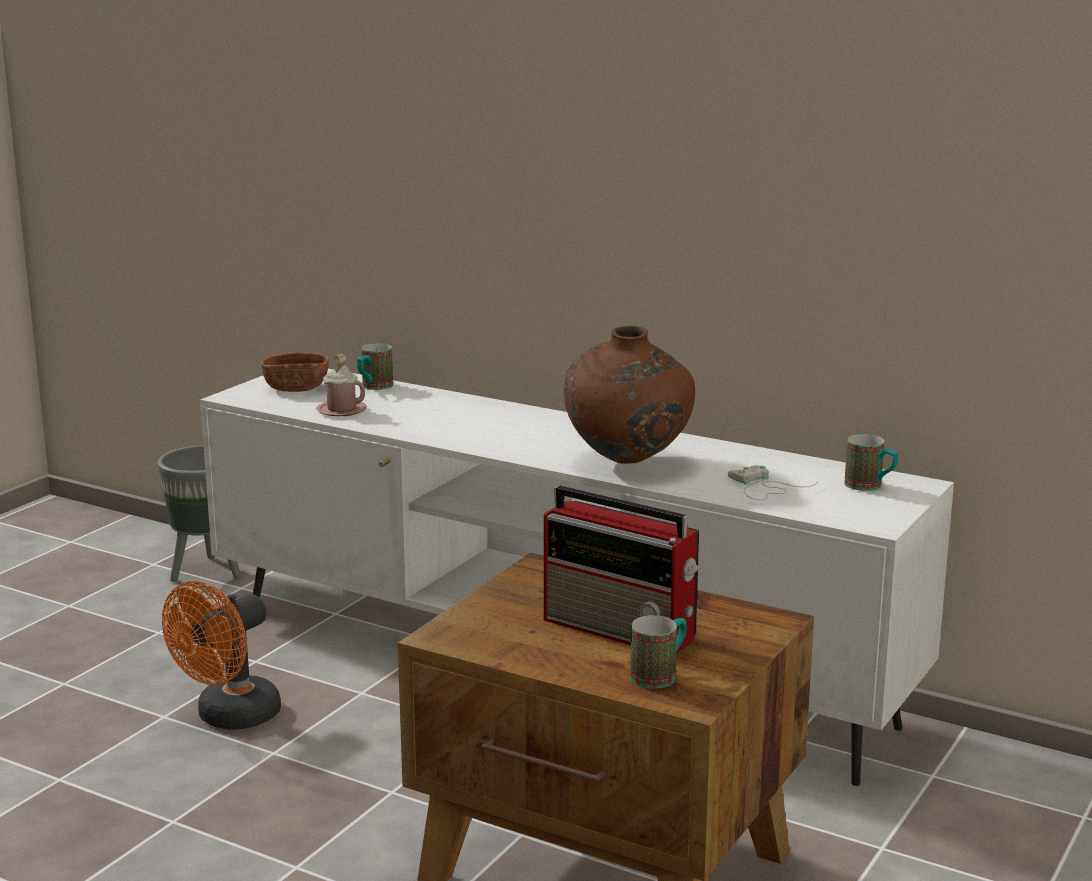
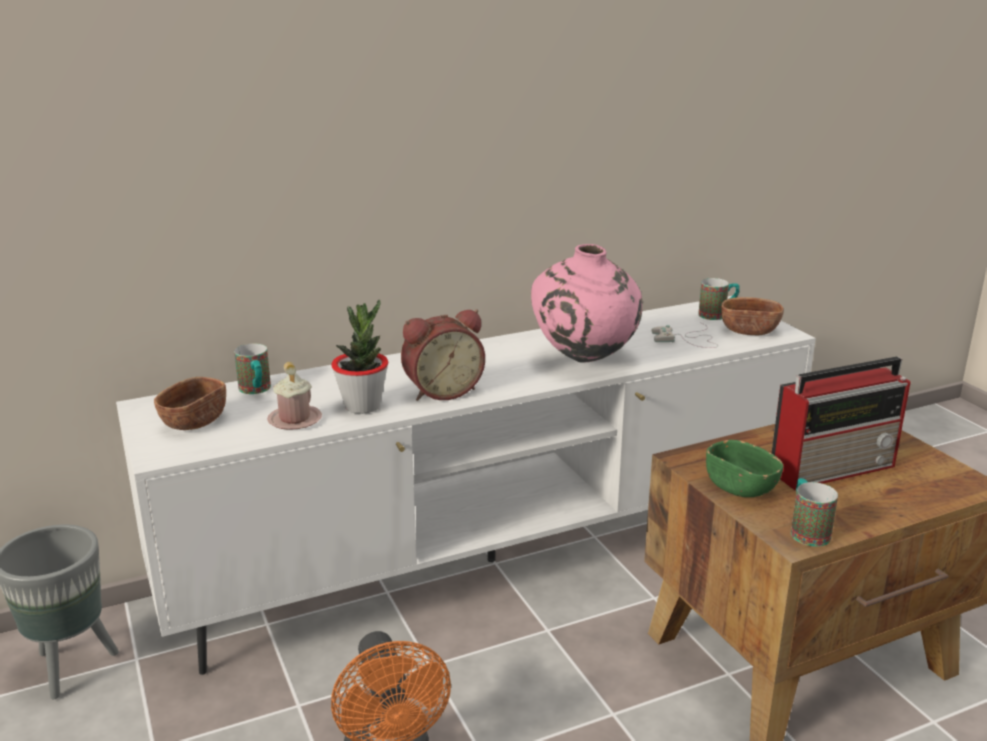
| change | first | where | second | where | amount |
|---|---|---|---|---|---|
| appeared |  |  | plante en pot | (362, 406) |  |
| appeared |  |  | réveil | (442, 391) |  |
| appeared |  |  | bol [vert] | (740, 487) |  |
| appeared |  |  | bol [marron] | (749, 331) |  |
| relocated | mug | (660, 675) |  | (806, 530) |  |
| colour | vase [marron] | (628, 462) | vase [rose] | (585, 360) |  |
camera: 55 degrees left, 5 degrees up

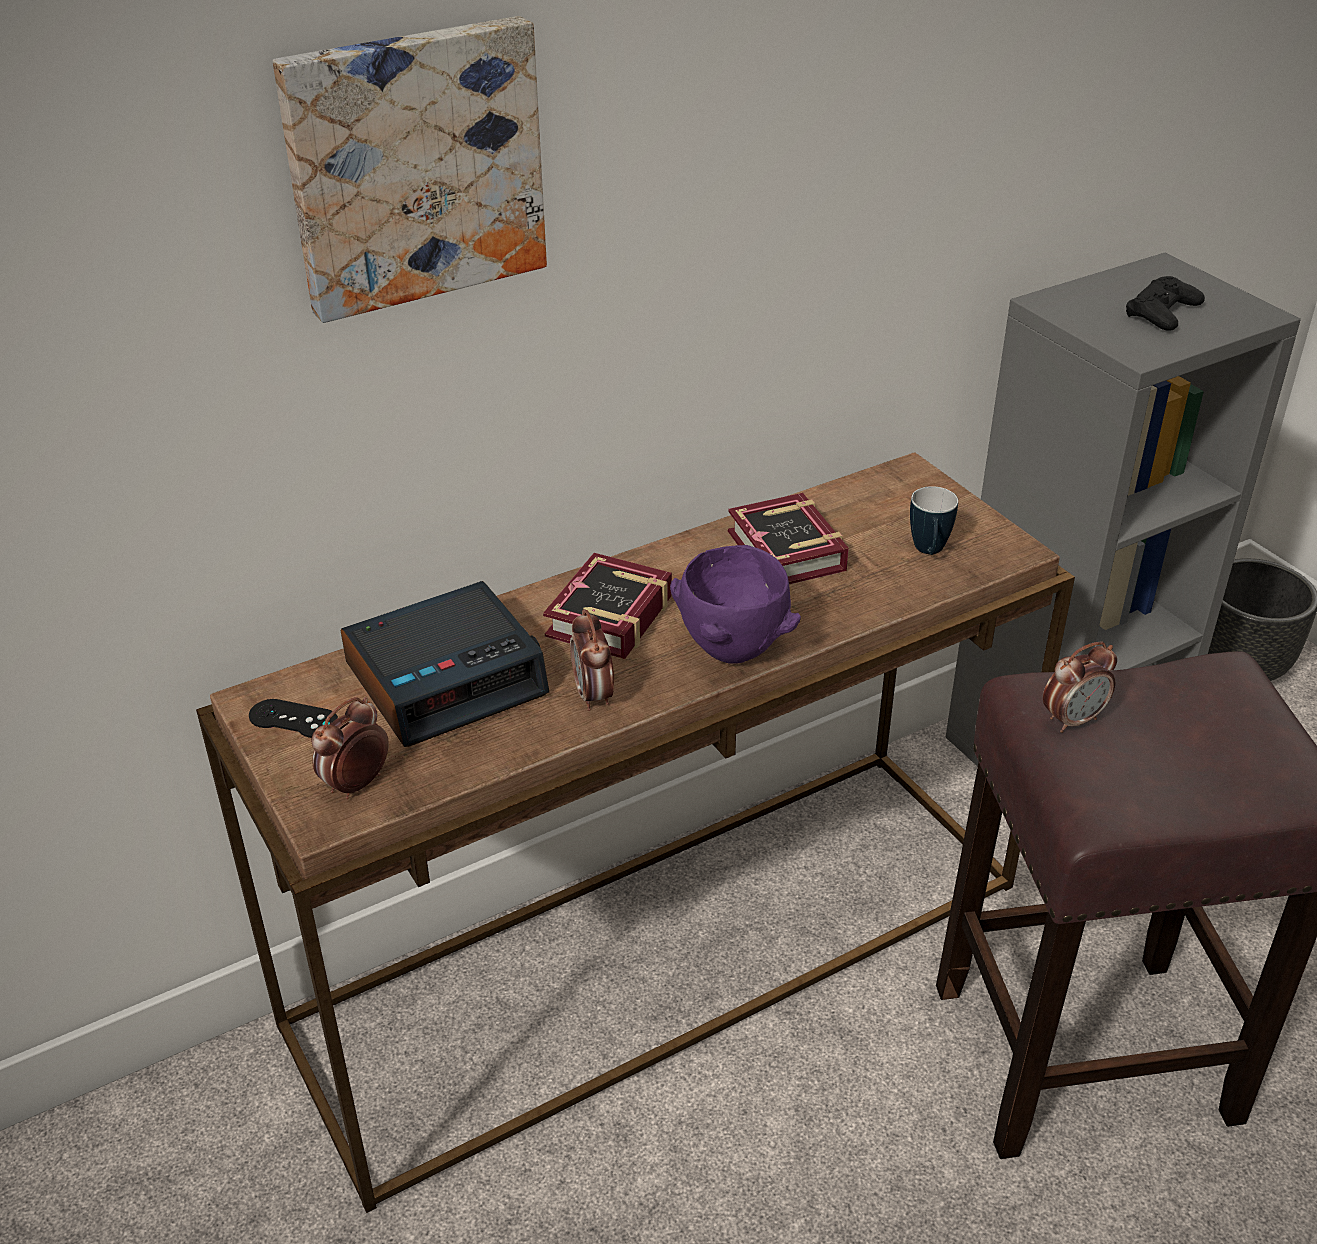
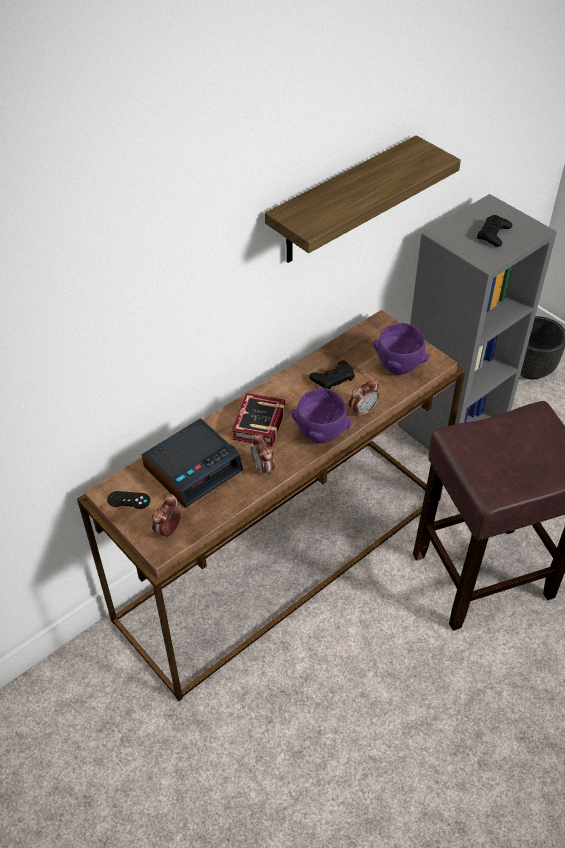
| change | first | where | second | where | amount |
|---|---|---|---|---|---|
| missing | tableau | (413, 166) |  |  |  |
| appeared |  |  | étagère | (342, 202) |  |
| relocated | réveil | (1073, 720) |  | (363, 411) |  |
| exchanged | livre | (785, 555) | manette [noir] | (332, 378) |  |
| exchanged | mug | (929, 553) | bol [violet] | (398, 369) |  |
camera: 10 degrees left, 10 degrees up

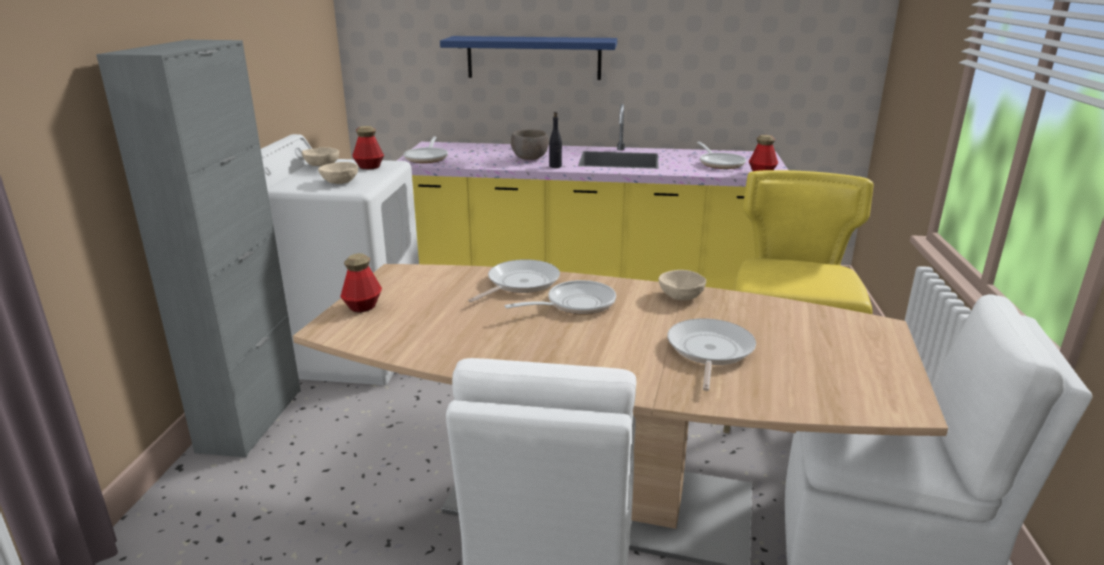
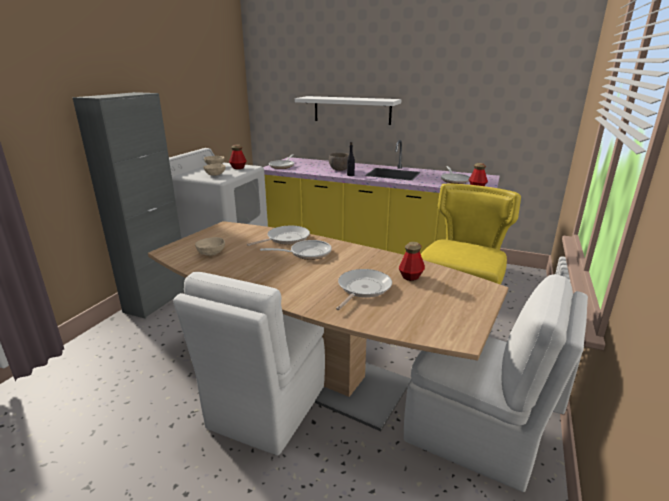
| change | first | where | second | where | amount |
|---|---|---|---|---|---|
| relocated | bouteille | (363, 307) |  | (411, 277) |  |
| relocated | bol [beige] | (681, 296) |  | (211, 253) |  |
| colour | étagère [bleu] | (533, 58) | étagère [blanc] | (352, 110) |  |
camera: 15 degrees right, 0 degrees up

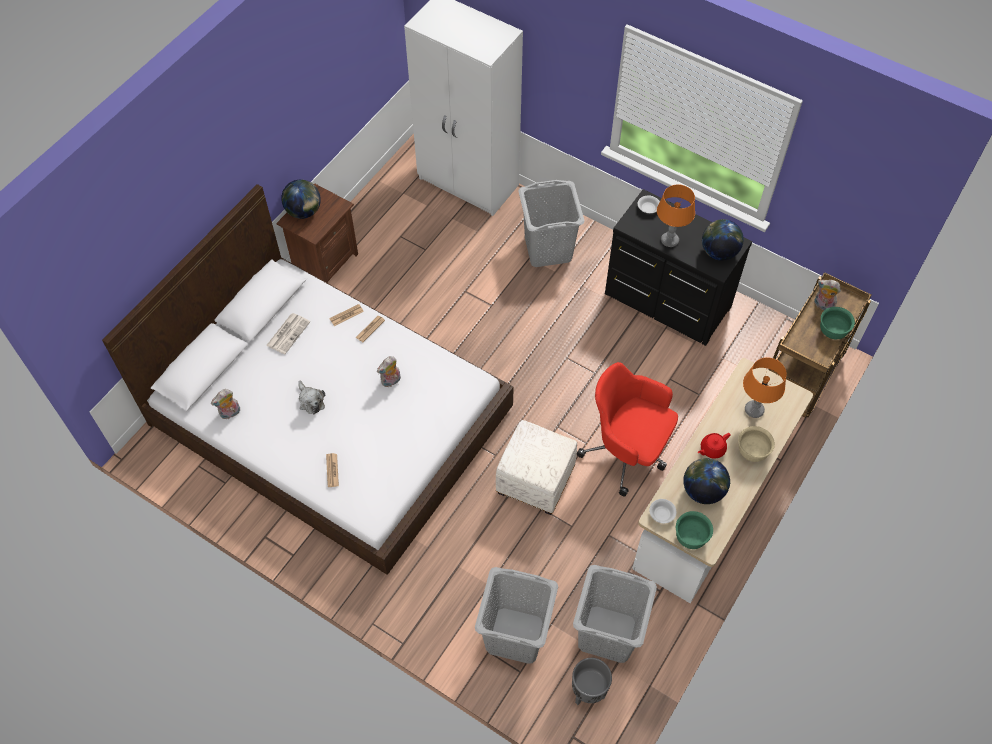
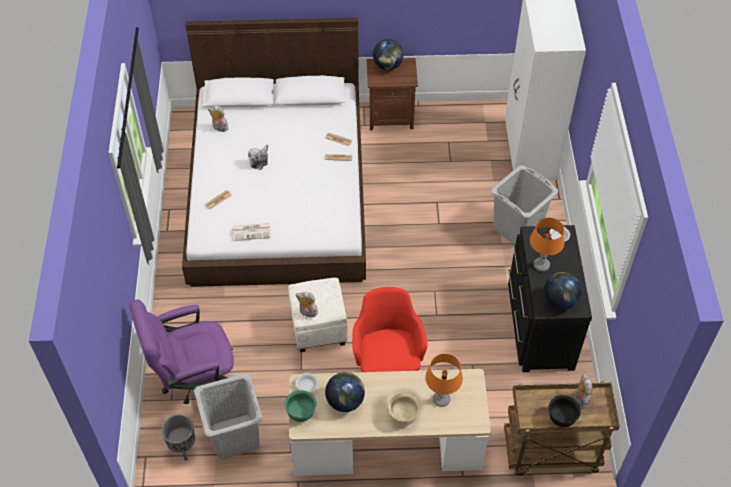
| change | first | where | second | where | amount |
|---|---|---|---|---|---|
| missing | théière [rouge] | (712, 449) |  |  |  |
| relocated | journal | (288, 333) |  | (252, 231) |  |
| relocated | peluche | (391, 381) |  | (307, 313) |  |
| exchanged | panier à linge [gris] | (514, 635) | chaise de bureau [violet] | (195, 381) |  |
| colour | bol [vert] | (832, 331) | bol [noir] | (561, 418) |  |
camera: 55 degrees right, 5 degrees down

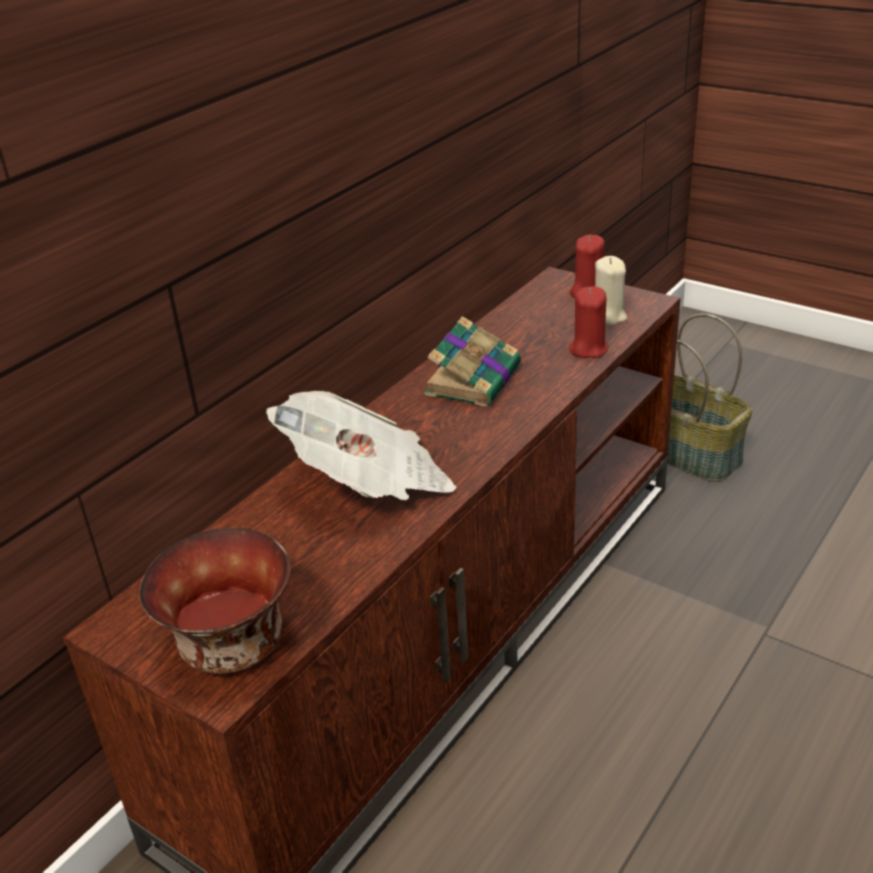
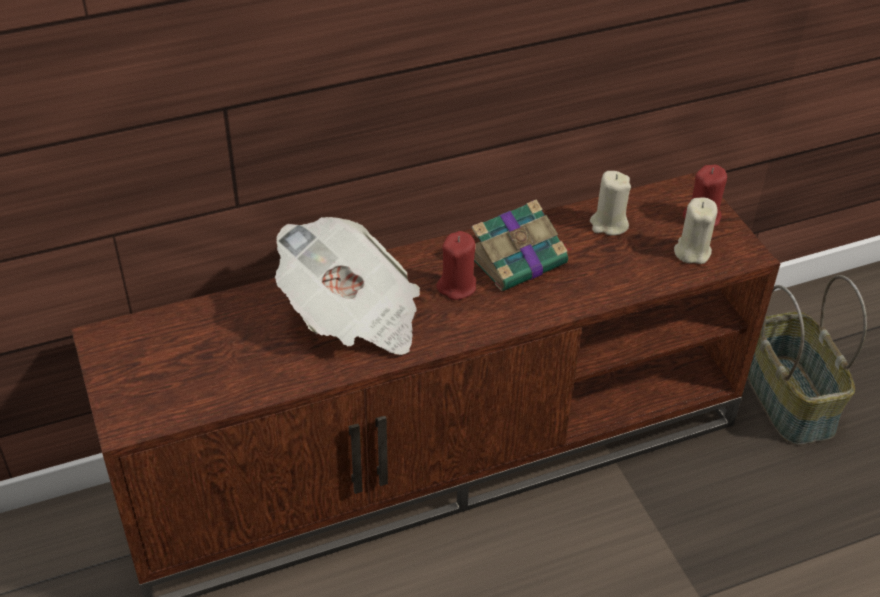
| change | first | where | second | where | amount |
|---|---|---|---|---|---|
| missing | bol | (234, 647) |  |  |  |
| appeared |  |  | bougie [beige] | (608, 224) |  |
| relocated | bougie [rouge] | (588, 349) |  | (457, 286) |  |
camera: 30 degrees right, 10 degrees up

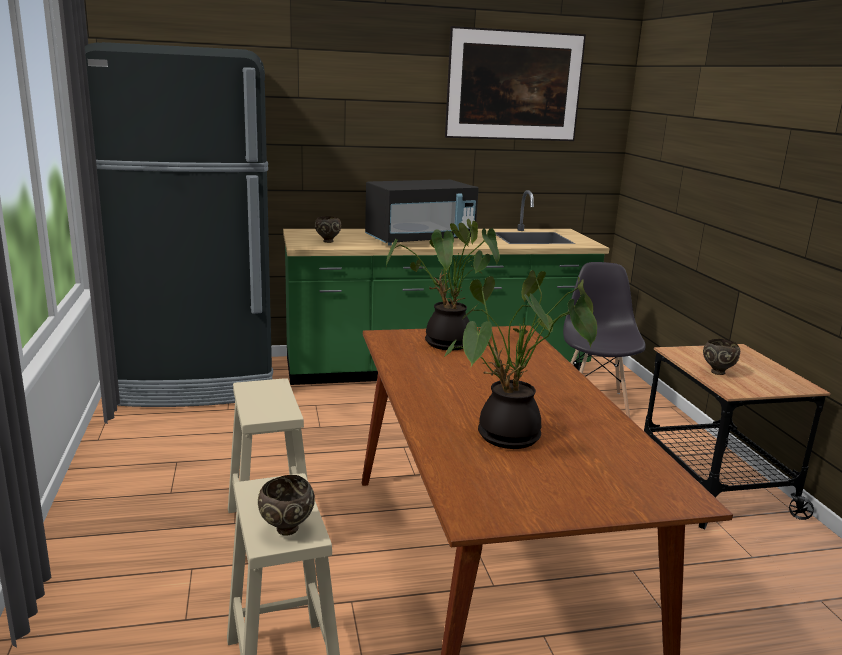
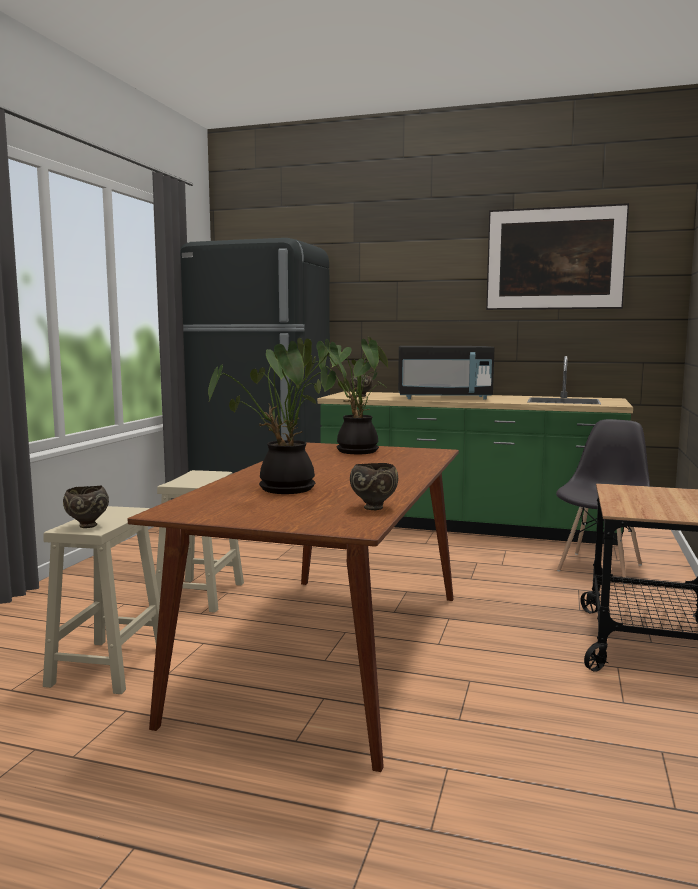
| change | first | where | second | where | amount |
|---|---|---|---|---|---|
| relocated | bol [marron] | (717, 372) |  | (374, 507) |  |
camera: 30 degrees right, 10 degrees down

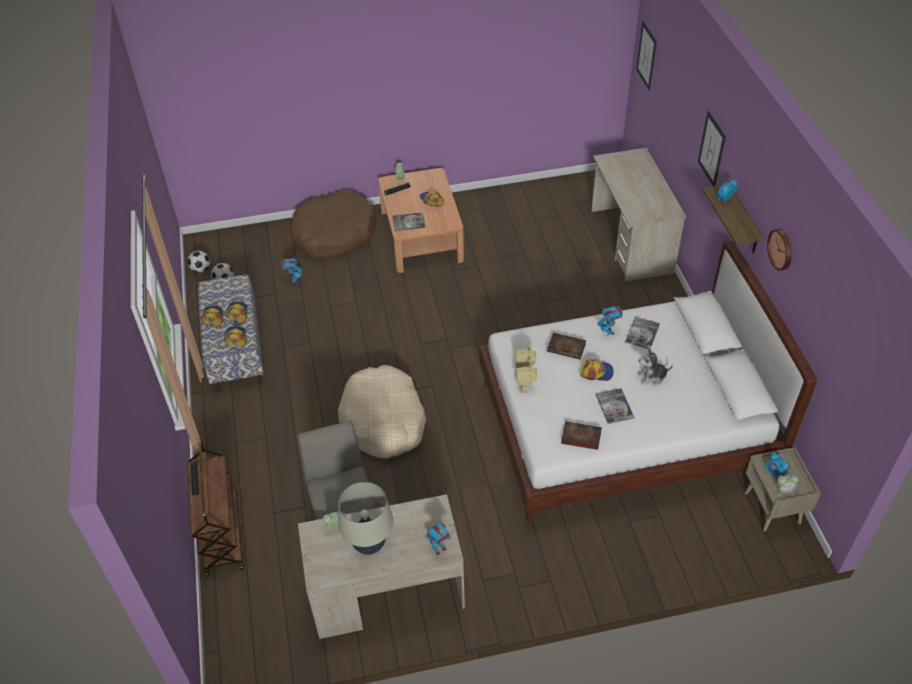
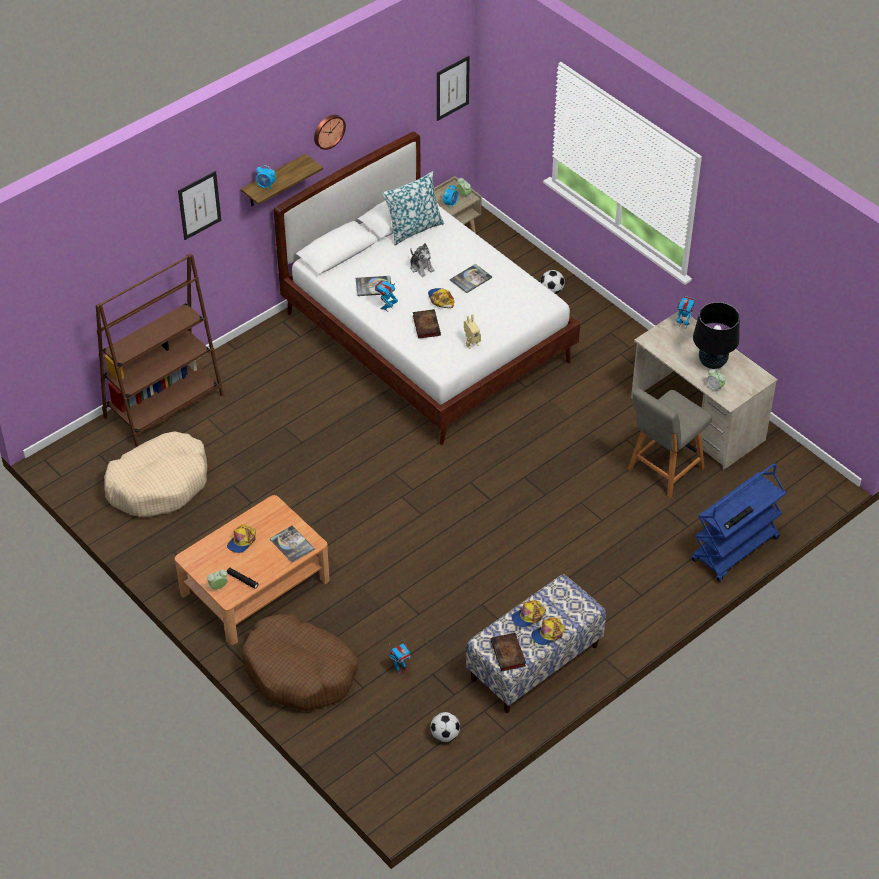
| change | first | where | second | where | amount |
|---|---|---|---|---|---|
| missing | casquette | (236, 338) |  |  |  |
| missing | robot jouet | (526, 388) |  |  |  |
| appeared |  |  | coussin | (413, 228) |  |
| relocated | ballon de foot | (201, 269) |  | (552, 291) |  |
| relocated | panier pour chien [beige] | (383, 421) |  | (159, 484) |  |
| relocated | livre | (580, 437) |  | (508, 654) |  |
| relocated | tableau | (646, 56) |  | (452, 88) |  |
| exchanged | bureau [beige] | (631, 241) | bibliothèque [marron] | (164, 406) |  |
| colour | chariot [marron] | (222, 534) | chariot [bleu] | (735, 550) |  |
| colour | lampe de table [beige] | (369, 544) | lampe de table [noir] | (712, 363) |  |
camera: 120 degrees left, 0 degrees up

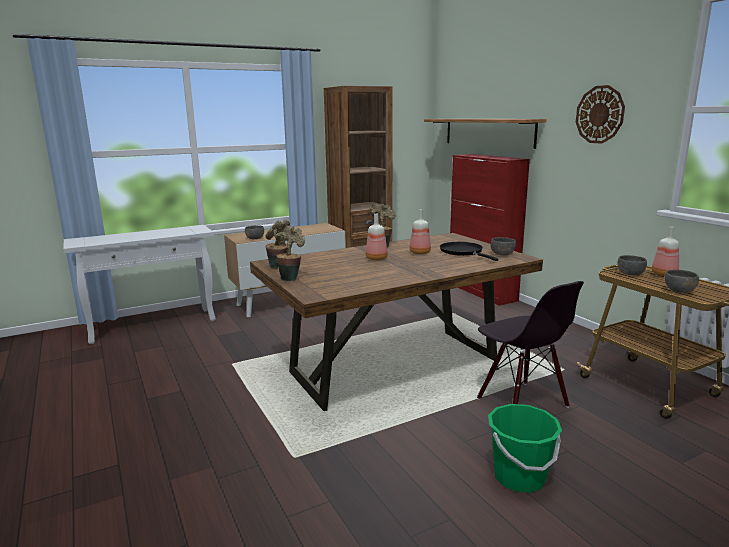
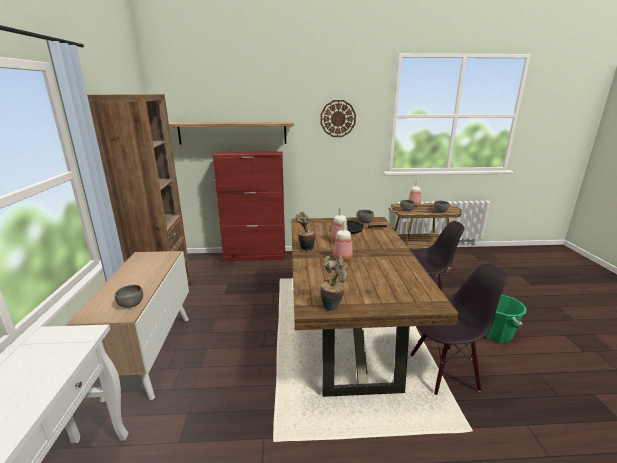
| change | first | where | second | where | amount |
|---|---|---|---|---|---|
| missing | plante en pot | (290, 278) |  |  |  |
| appeared |  |  | chaise [noir] | (443, 371) |  |
camera: 65 degrees left, 5 degrees up

